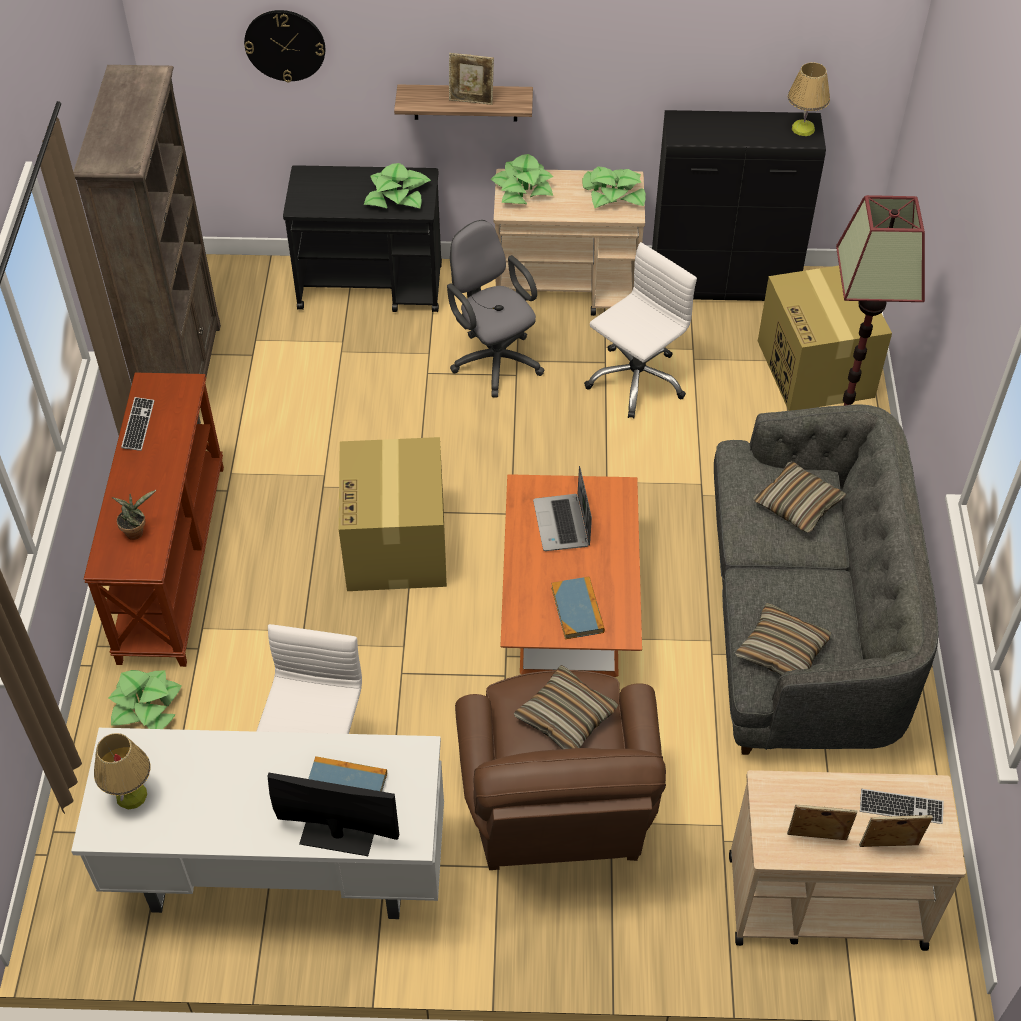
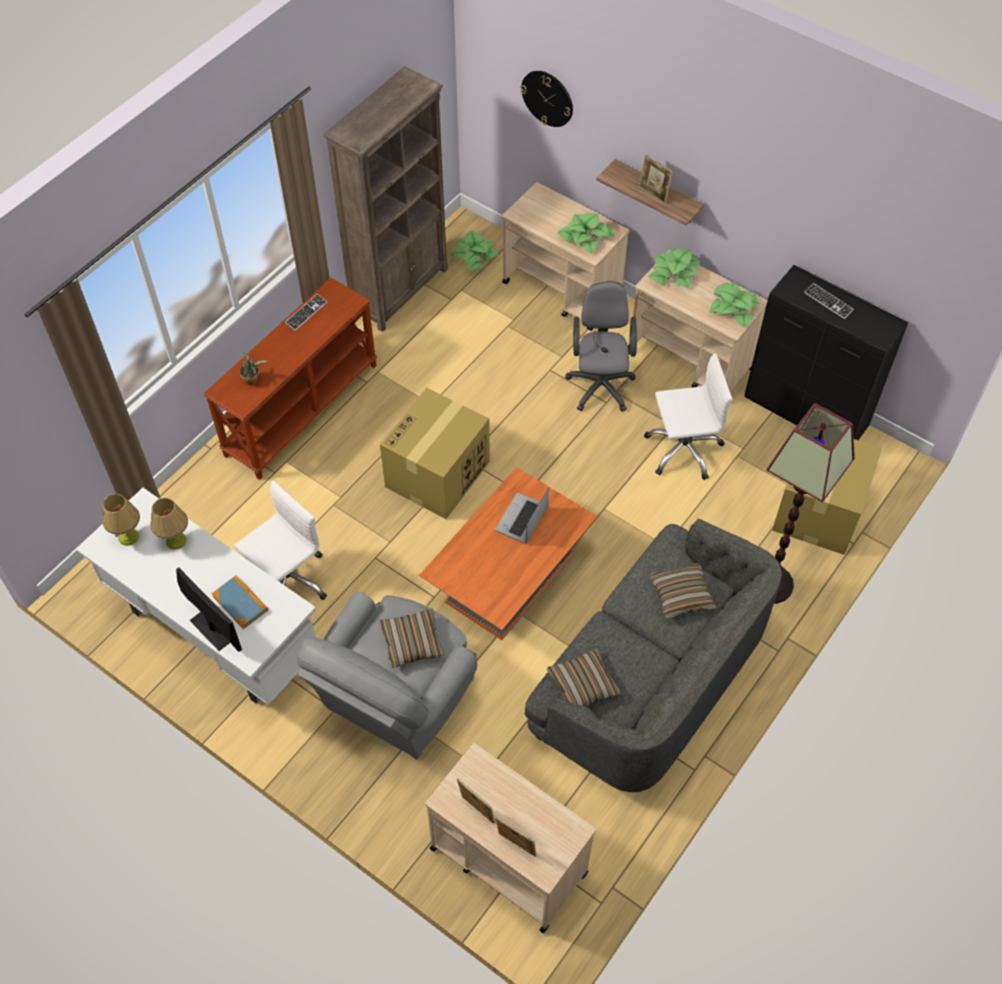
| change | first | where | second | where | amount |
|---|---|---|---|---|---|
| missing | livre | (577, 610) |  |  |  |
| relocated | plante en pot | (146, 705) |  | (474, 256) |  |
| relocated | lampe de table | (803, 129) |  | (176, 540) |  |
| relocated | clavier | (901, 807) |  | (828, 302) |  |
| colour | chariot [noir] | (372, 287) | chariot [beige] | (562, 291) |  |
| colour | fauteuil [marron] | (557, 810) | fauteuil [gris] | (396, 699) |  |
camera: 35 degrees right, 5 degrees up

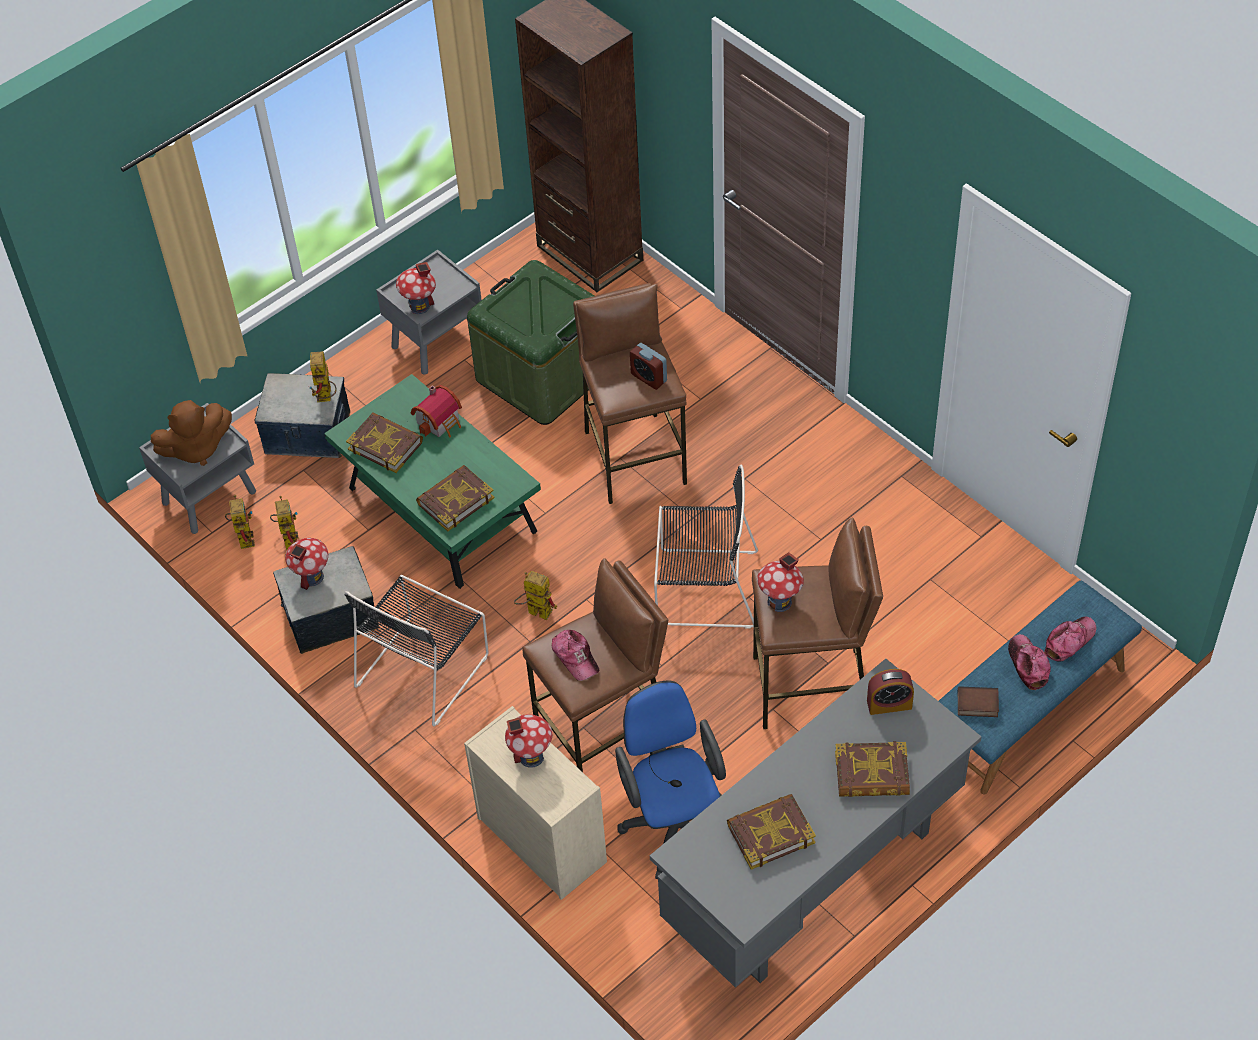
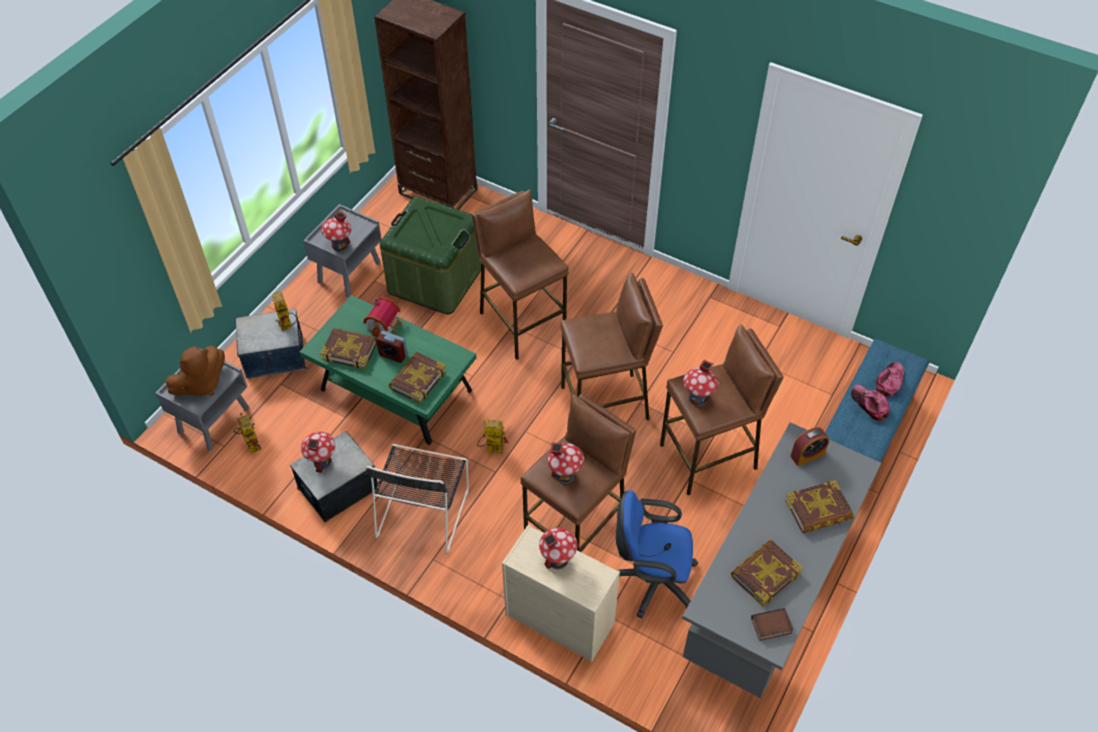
| change | first | where | second | where | amount |
|---|---|---|---|---|---|
| missing | robot jouet | (288, 537) |  |  |  |
| relocated | réveil | (649, 377) |  | (393, 355) |  |
| relocated | livre | (977, 705) |  | (771, 627) |  |
| exchanged | casquette | (575, 657) | maison miniature | (565, 475) |  |
| exchanged | chaise [noir] | (703, 588) | tabouret [marron] | (605, 404) |  |
| spun | chaise de bureau [bleu] | (674, 823) |  | (651, 581) | 45 degrees counterclockwise |
camera: 20 degrees left, 0 degrees up

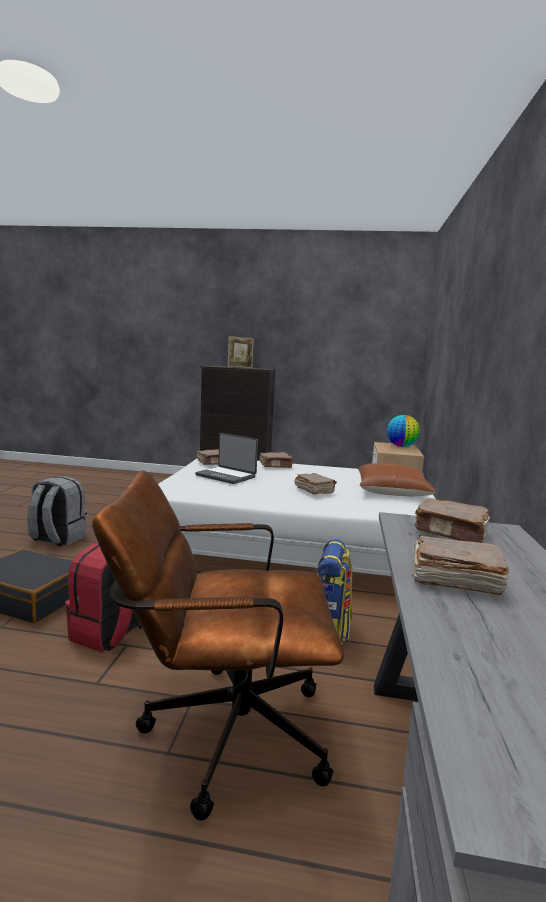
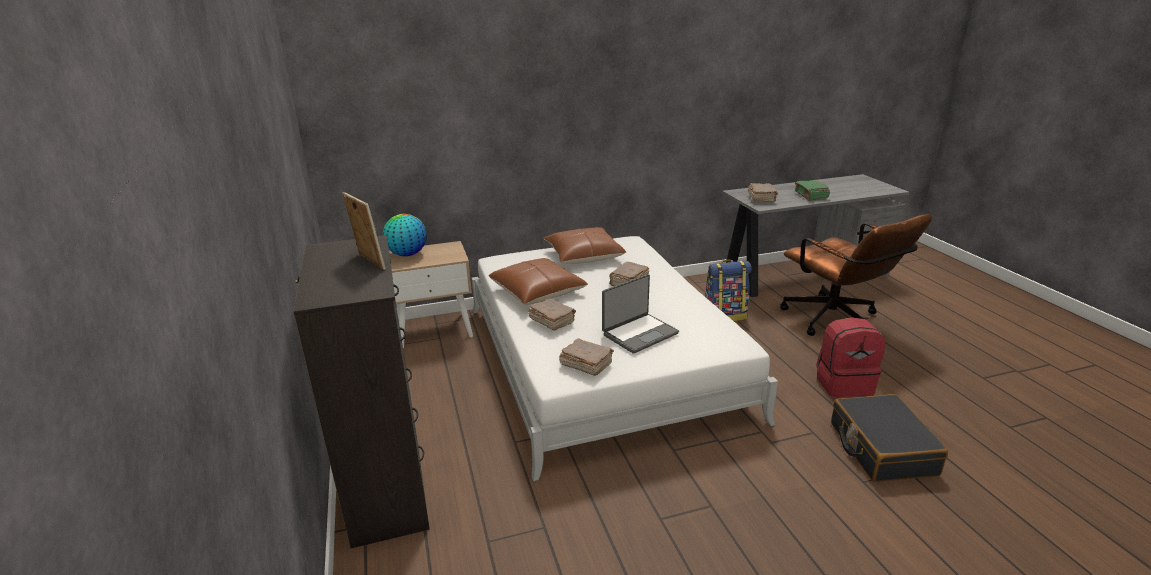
| change | first | where | second | where | amount |
|---|---|---|---|---|---|
| missing | sac à dos [gris] | (57, 539) |  |  |  |
| appeared |  |  | coussin [marron] | (537, 291) |  |
| colour | livre [marron] | (453, 579) | livre [vert] | (811, 196) |  |
| spun | ordinateur portable | (226, 476) |  | (639, 333) | 45 degrees clockwise |
camera: 115 degrees left, 15 degrees up

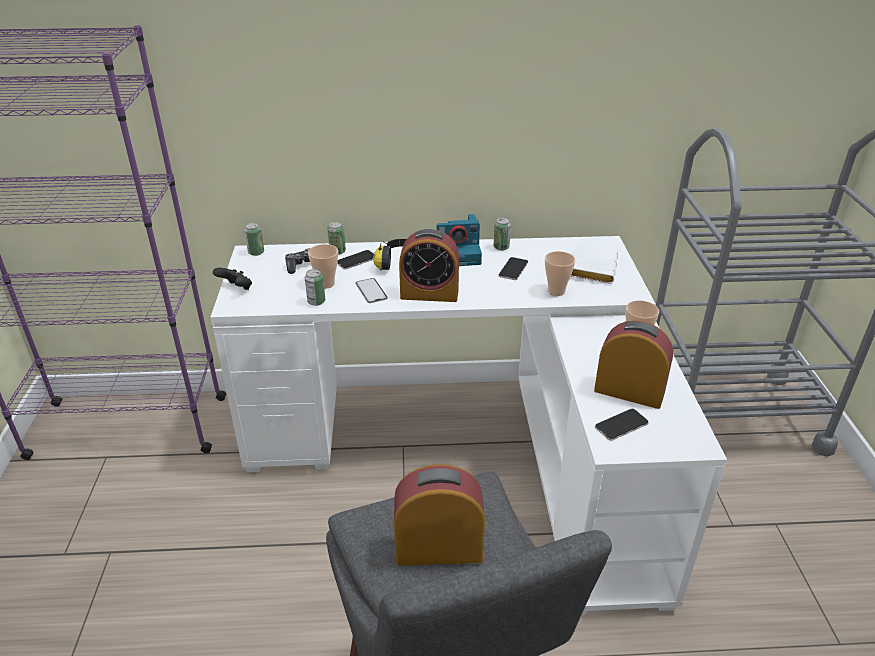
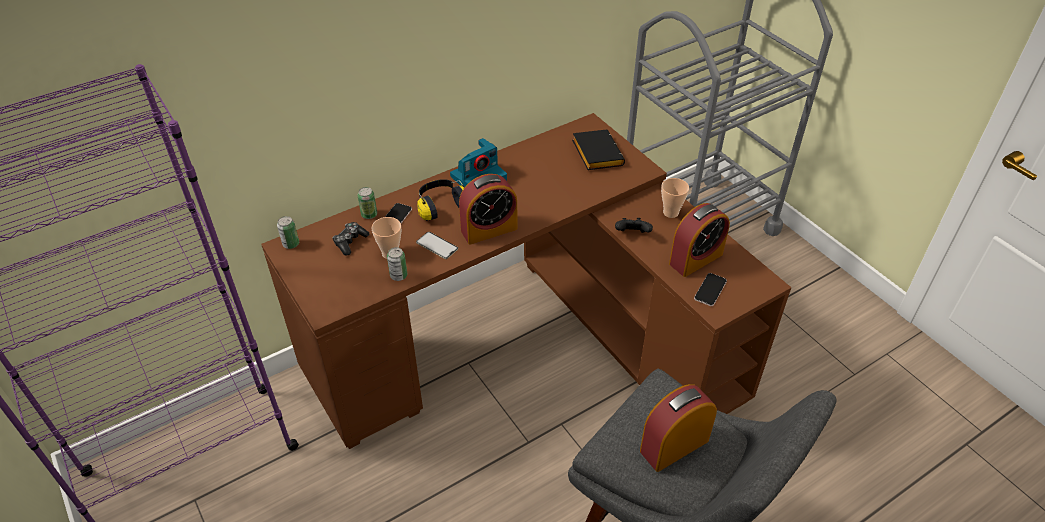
| change | first | where | second | where | amount |
|---|---|---|---|---|---|
| missing | boîte métallique | (501, 247) |  |  |  |
| missing | téléphone | (513, 269) |  |  |  |
| missing | tasse | (556, 291) |  |  |  |
| relocated | manette [noir] | (236, 288) |  | (632, 234) |  |
| colour | bureau [blanc] | (473, 451) | bureau [marron] | (528, 341) |  |
| colour | livre [blanc] | (591, 267) | livre [noir] | (595, 153) |  |
| spun | réveil | (629, 392) |  | (696, 259) | 150 degrees clockwise |
camera: 30 degrees left, 10 degrees up

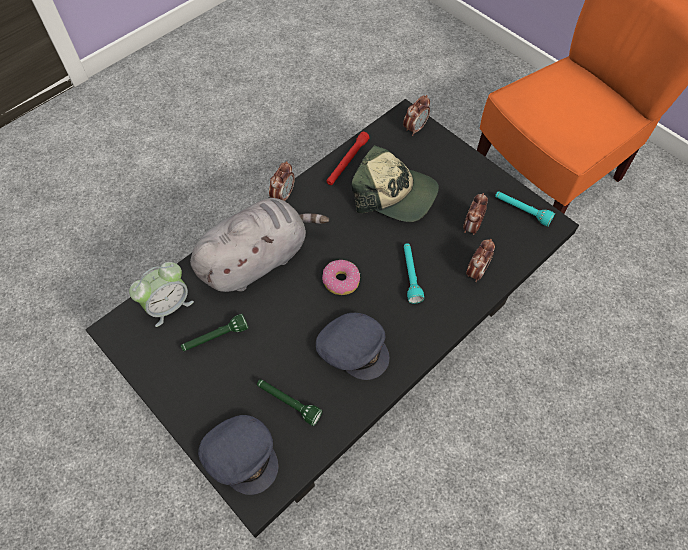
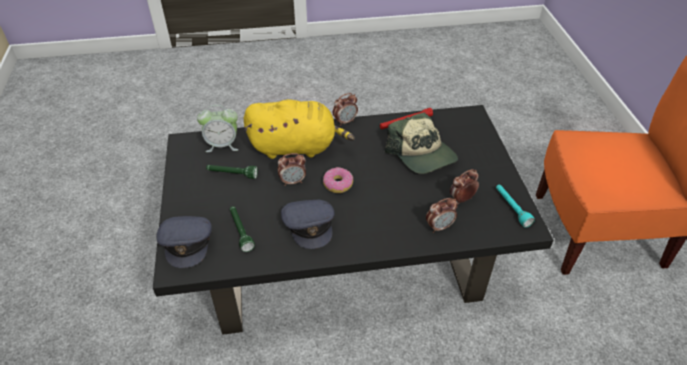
| change | first | where | second | where | amount |
|---|---|---|---|---|---|
| missing | lampe de poche [turquoise] | (410, 275) |  |  |  |
| relocated | réveil | (415, 128) |  | (293, 181) |  |
| colour | peluche [gris] | (258, 259) | peluche [jaune] | (296, 147) |  |
camera: 35 degrees right, 15 degrees down

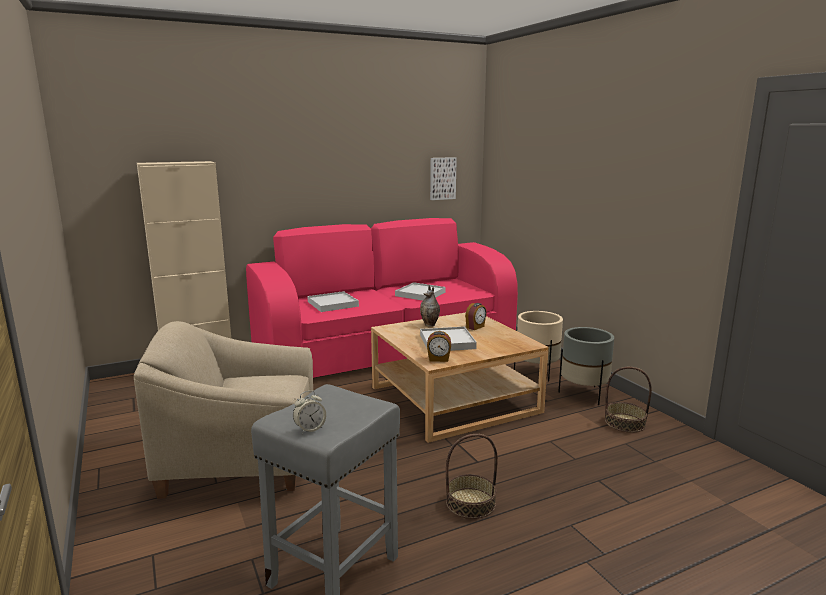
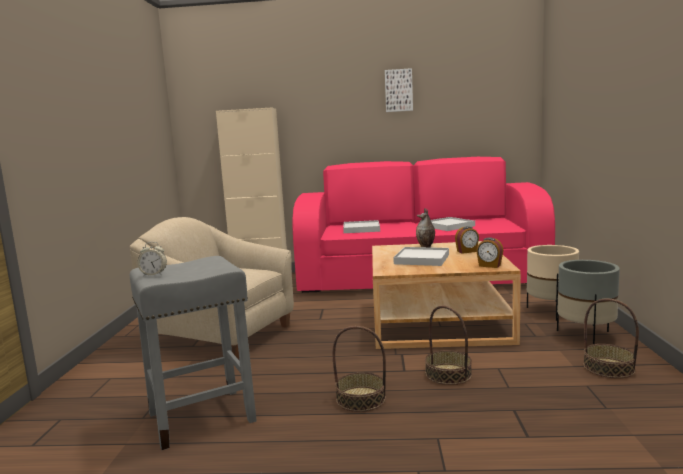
| change | first | where | second | where | amount |
|---|---|---|---|---|---|
| appeared |  |  | panier | (448, 374) |  |
| relocated | réveil | (438, 359) |  | (489, 266) |  |
| relocated | tableau | (442, 178) |  | (398, 90) |  |
camera: 30 degrees right, 5 degrees down

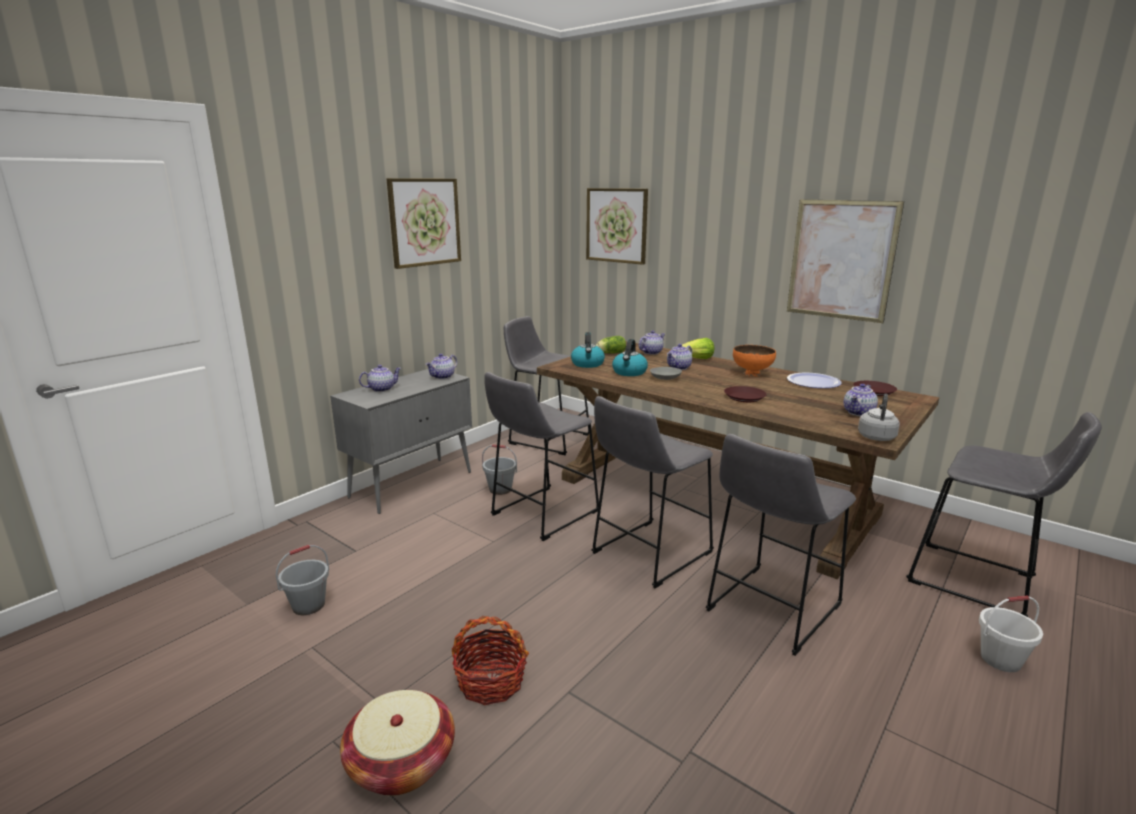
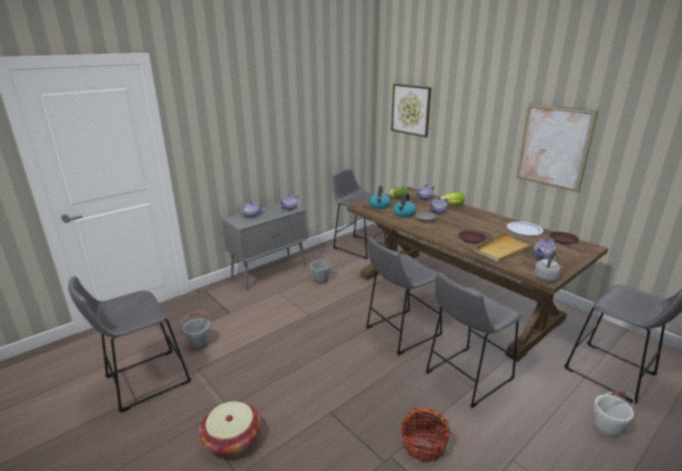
| change | first | where | second | where | amount |
|---|---|---|---|---|---|
| missing | tableau | (424, 222) |  |  |  |
| missing | bol [orange] | (751, 374) |  |  |  |
| appeared |  |  | plateau [beige] | (503, 249) |  |
| relocated | panier | (490, 681) |  | (423, 445) |  |
| relocated | tabouret [gris] | (540, 514) |  | (143, 381) |  |
camera: 10 degrees right, 5 degrees up

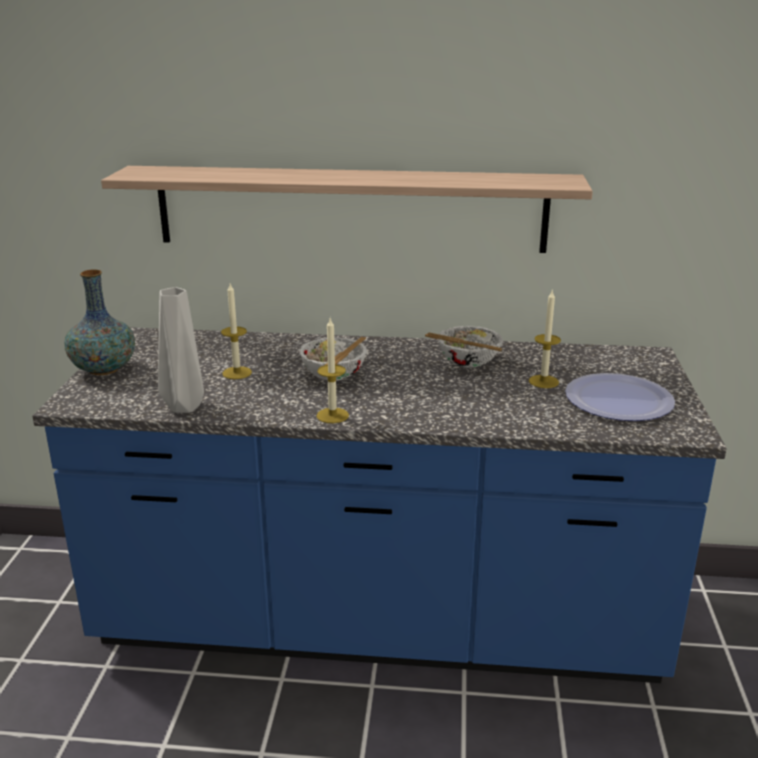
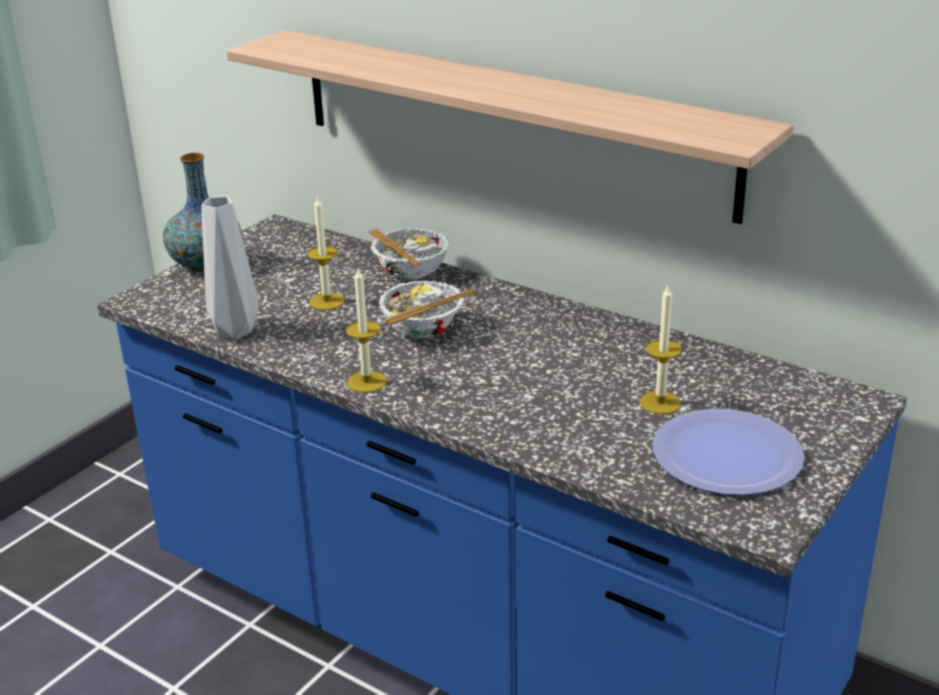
| change | first | where | second | where | amount |
|---|---|---|---|---|---|
| relocated | bol | (468, 363) |  | (410, 273) |  |
camera: 30 degrees right, 5 degrees up

